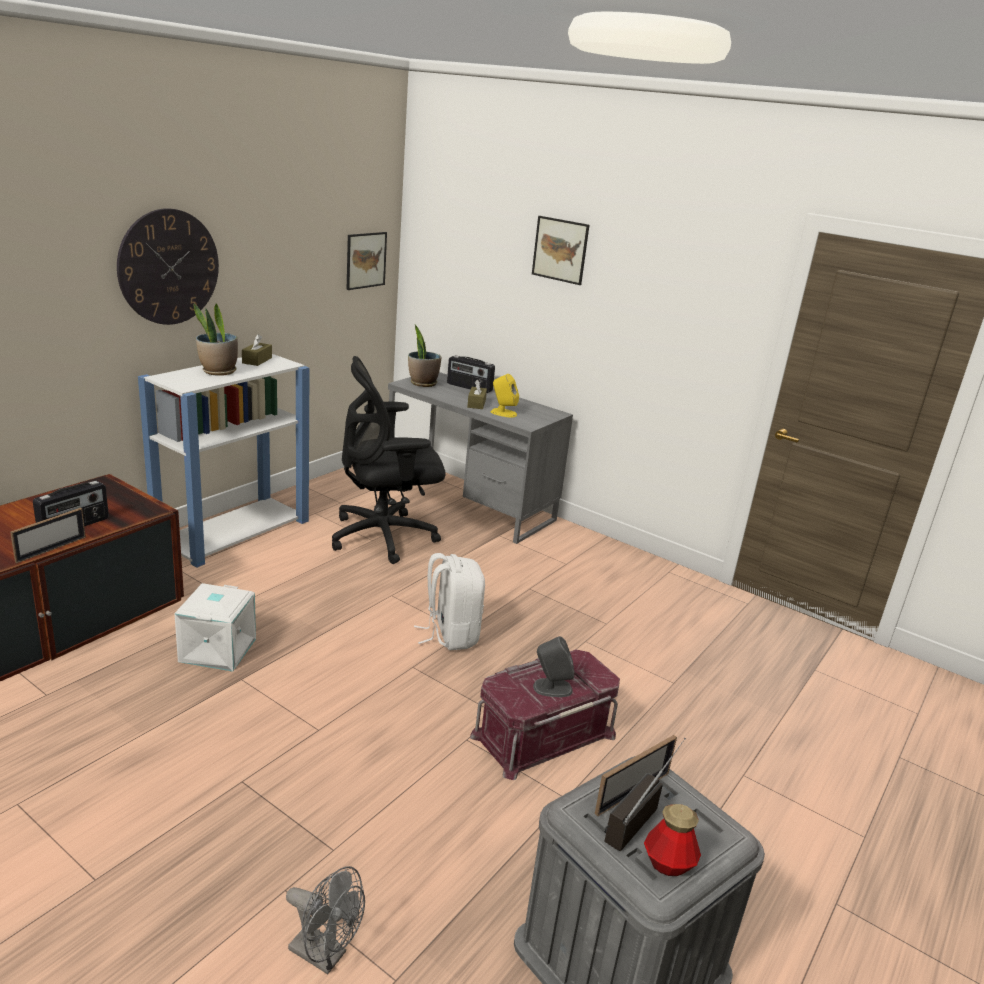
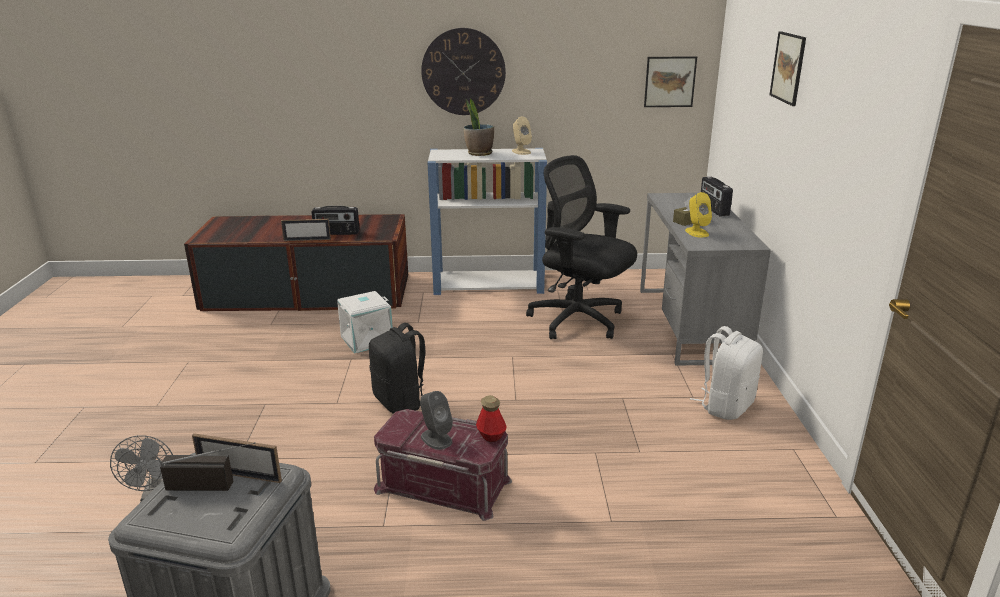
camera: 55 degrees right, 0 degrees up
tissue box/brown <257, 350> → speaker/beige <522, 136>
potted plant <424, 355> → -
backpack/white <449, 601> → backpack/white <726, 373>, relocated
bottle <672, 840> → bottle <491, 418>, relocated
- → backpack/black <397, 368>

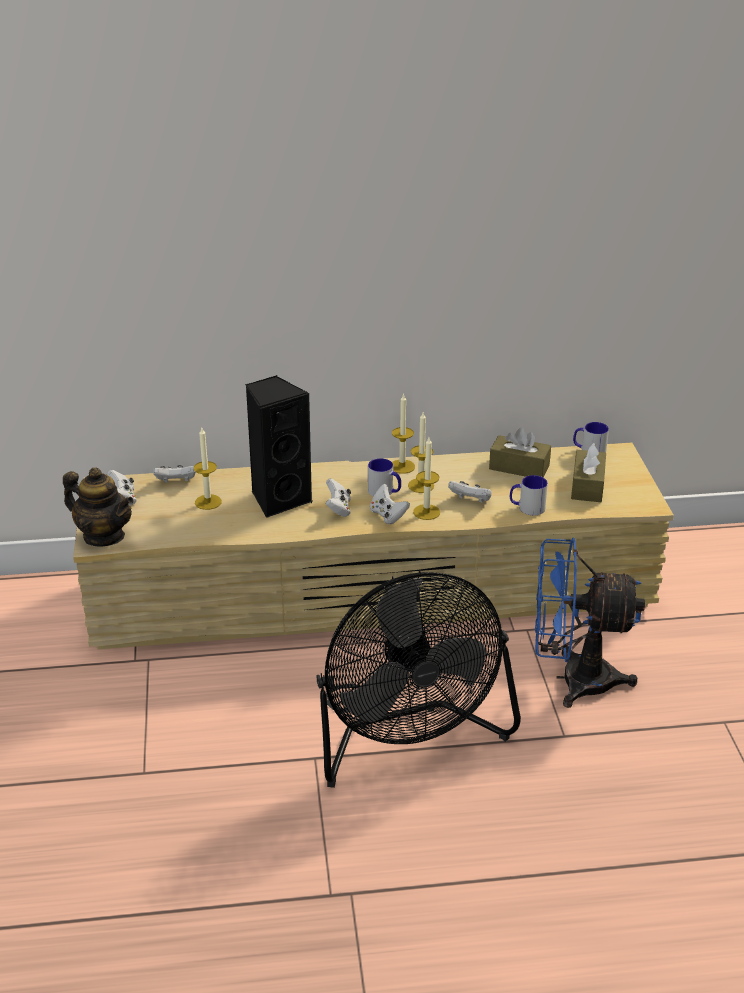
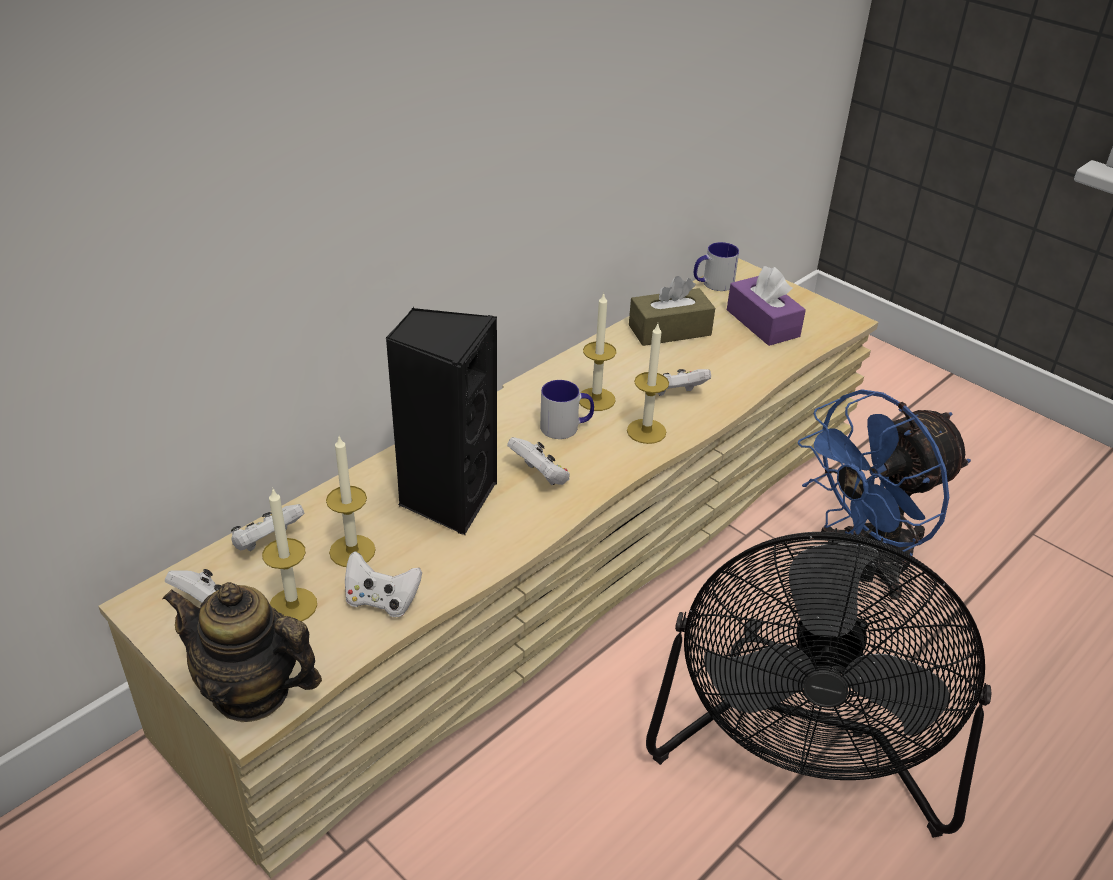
camera: 40 degrees left, 5 degrees up
teapot <98, 507> → teapot <242, 652>, 150 degrees counterclockwise
fan/black <418, 679> → fan/black <818, 683>, 75 degrees clockwise
game controller/white <390, 504> → game controller/white <383, 584>, relocated
candle <403, 433> → candle <289, 554>, relocated
mug <529, 495> → -
tissue box/brown <588, 472> → tissue box/purple <766, 306>

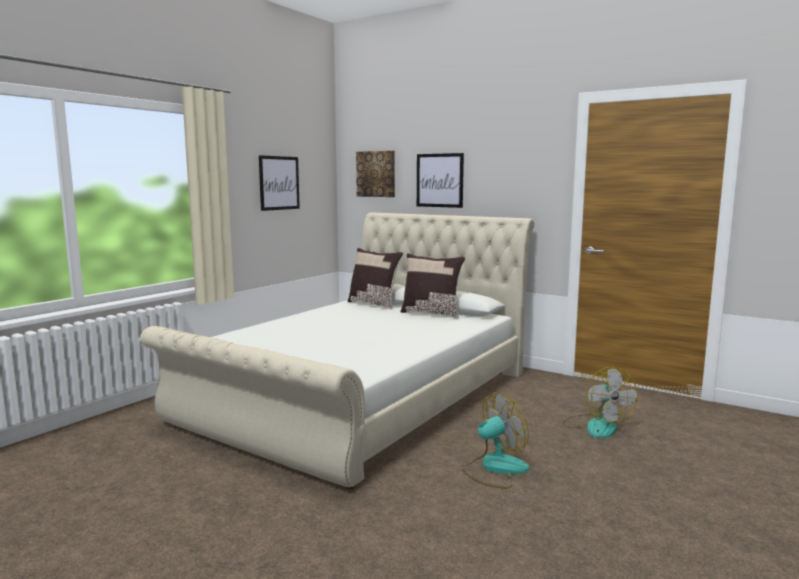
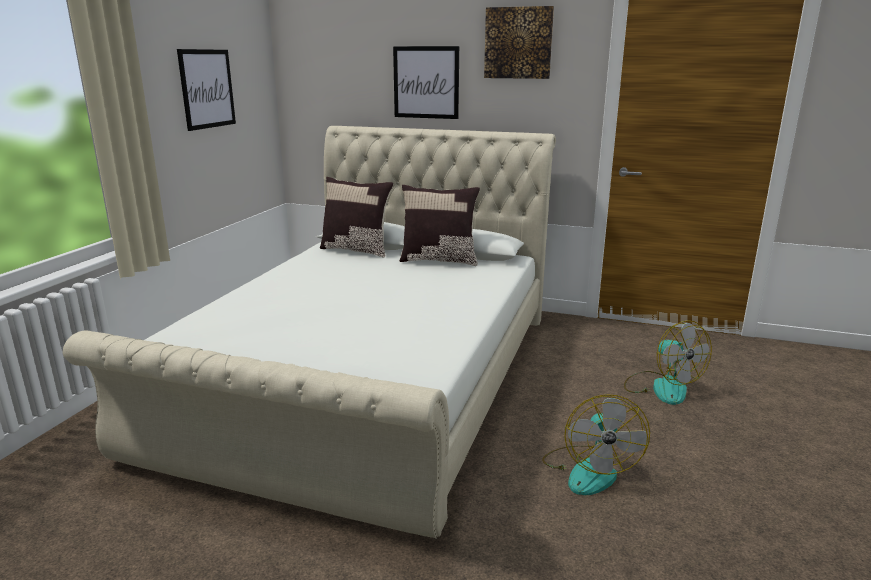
camera: 15 degrees left, 10 degrees up
picture <375, 174> → picture <519, 42>, relocated
fan <496, 440> → fan <596, 444>, 135 degrees clockwise

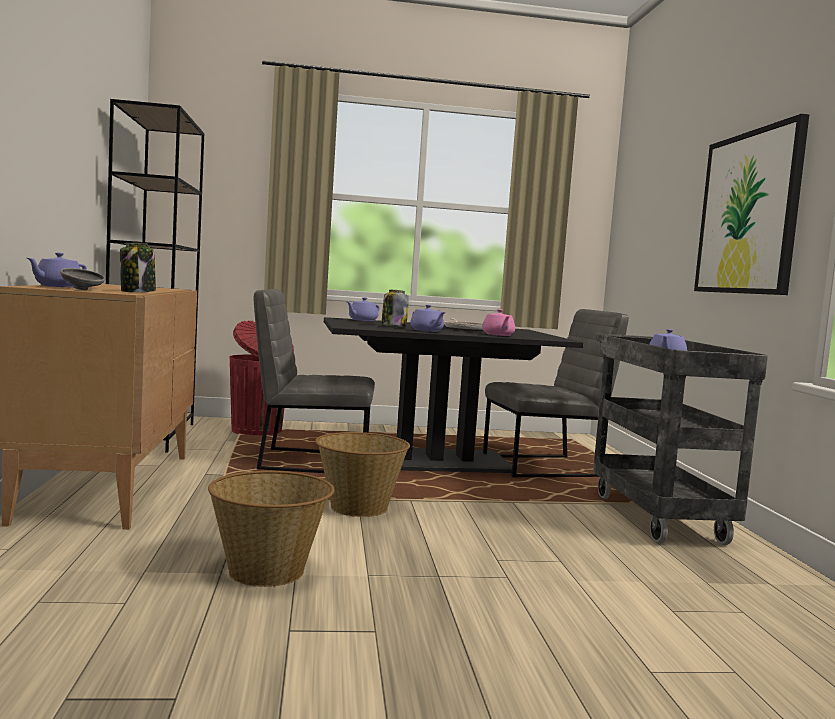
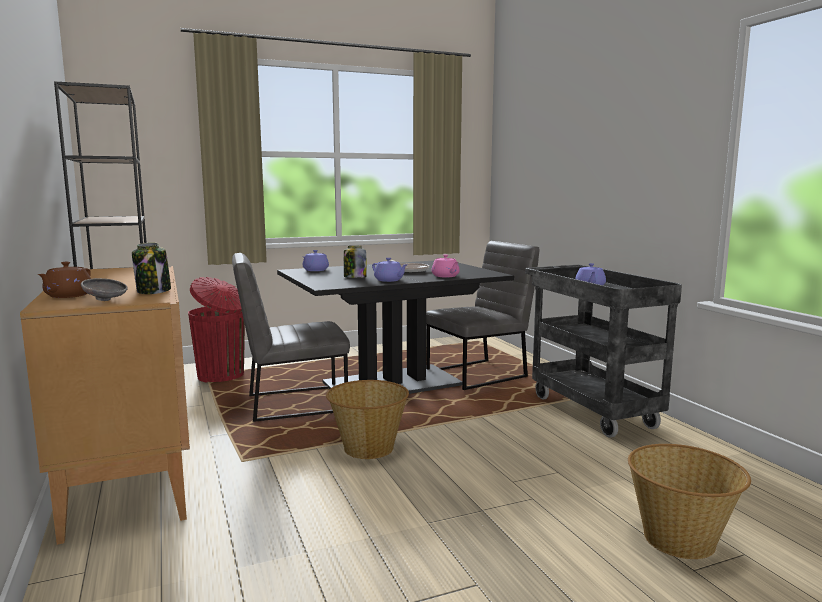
camera: 15 degrees left, 5 degrees up
teapot/purple <57, 270> → teapot/brown <64, 280>
basket <271, 529> → basket <689, 501>, relocated
picture <751, 204> → -

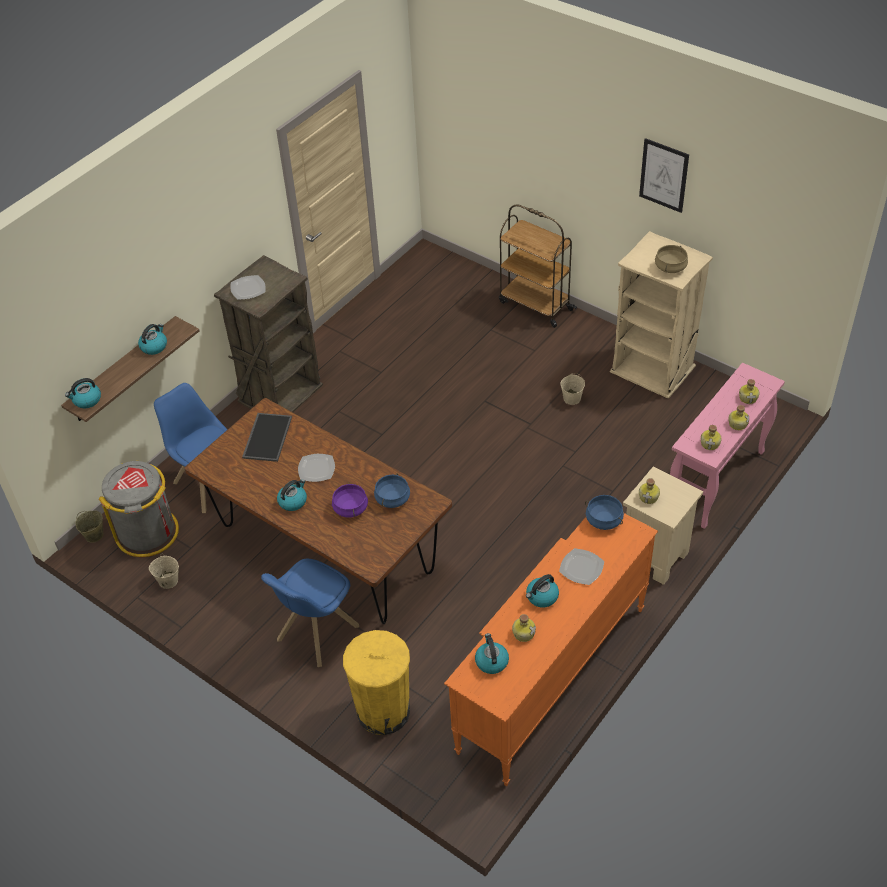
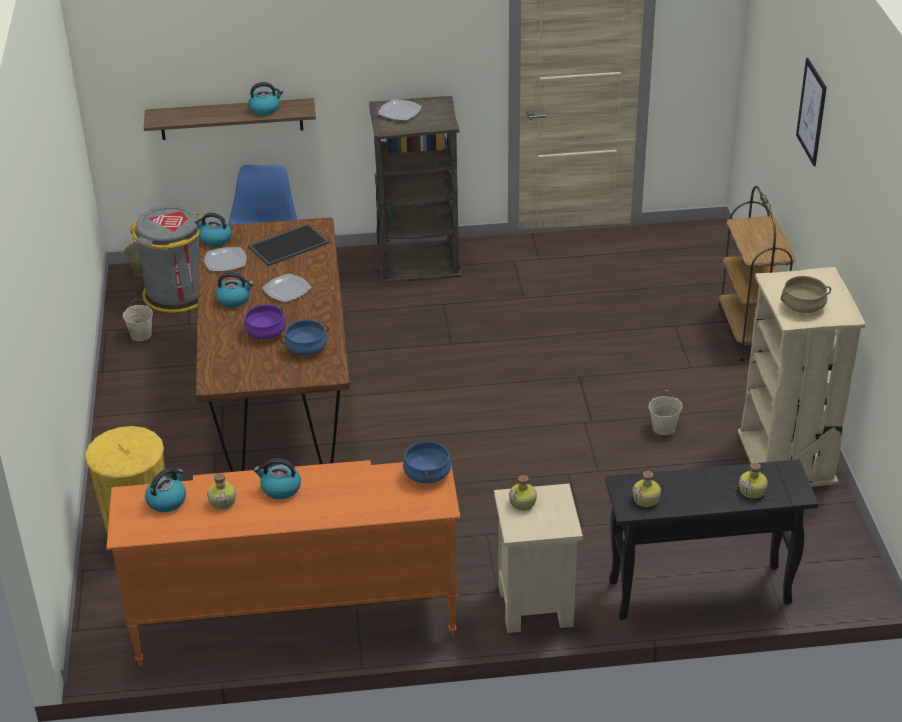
camera: 45 degrees right, 10 degrees down
kettle <83, 393> → kettle <213, 229>, relocated
chair/blue <310, 613> → -
plate <581, 566> → plate <225, 259>, relocated
picture <664, 175> → picture <811, 112>, relocated
console table/pink <727, 446> → console table/black <712, 539>
bottle <738, 417> → -

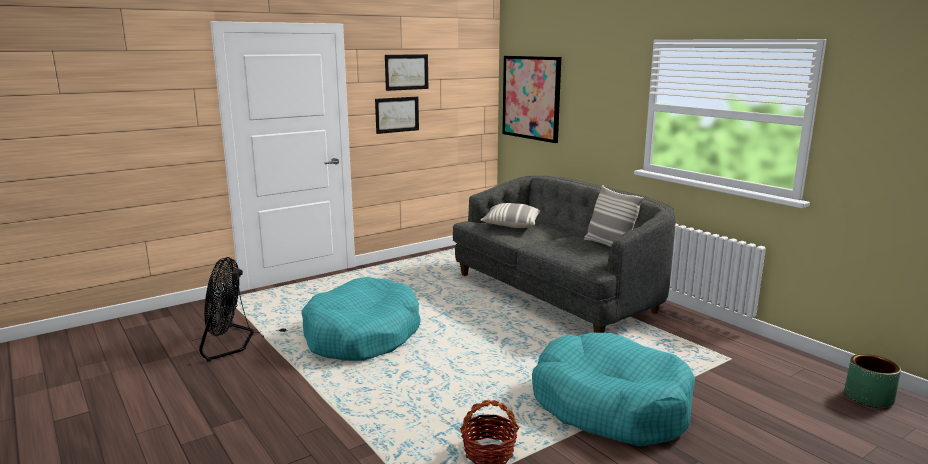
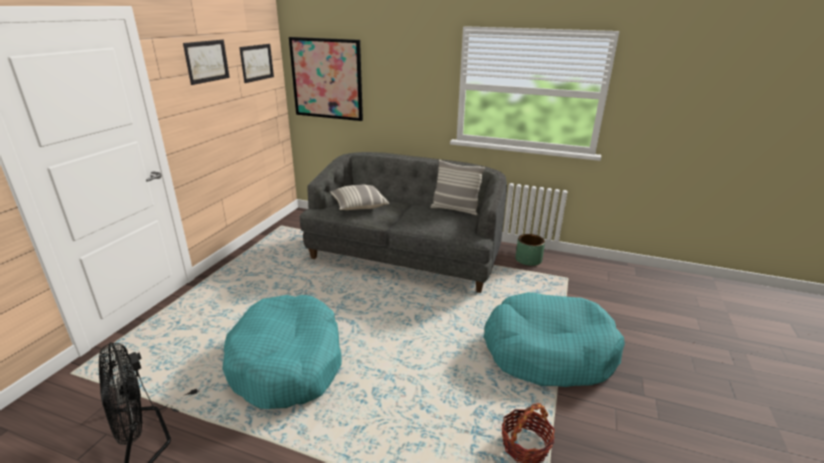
camera: 35 degrees left, 10 degrees up
picture <397, 115> → picture <256, 63>, relocated
planter/green <873, 381> → planter/green <530, 250>, relocated

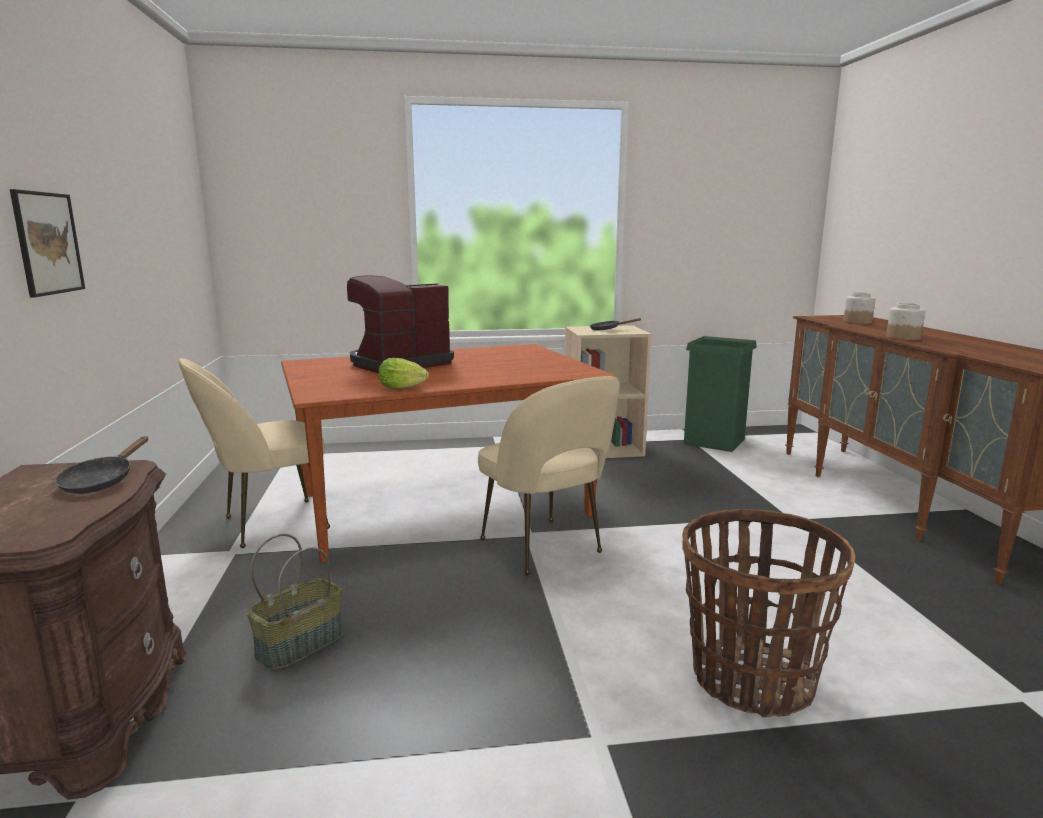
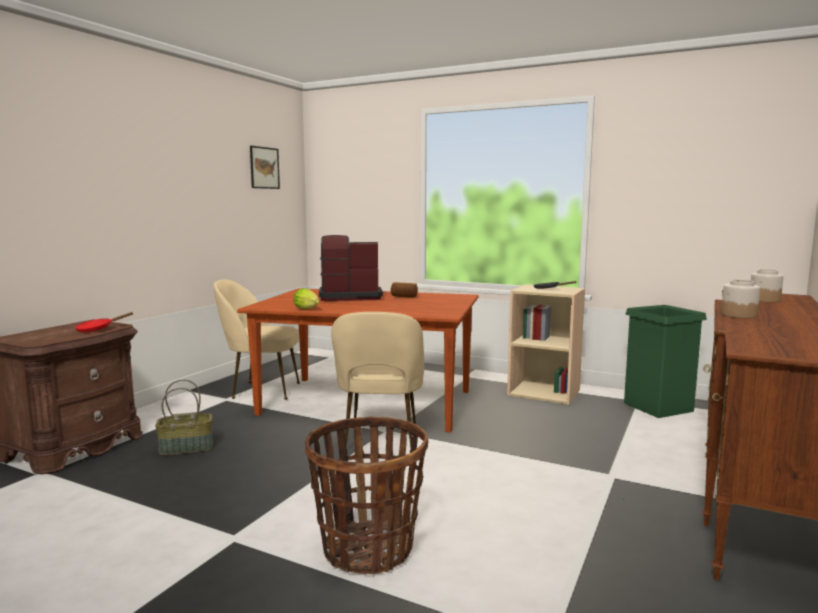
camera: 35 degrees right, 5 degrees down
picture <47, 243> → picture <265, 167>, relocated
frying pan/black <101, 465> → frying pan/red <104, 322>
- → bread <404, 289>

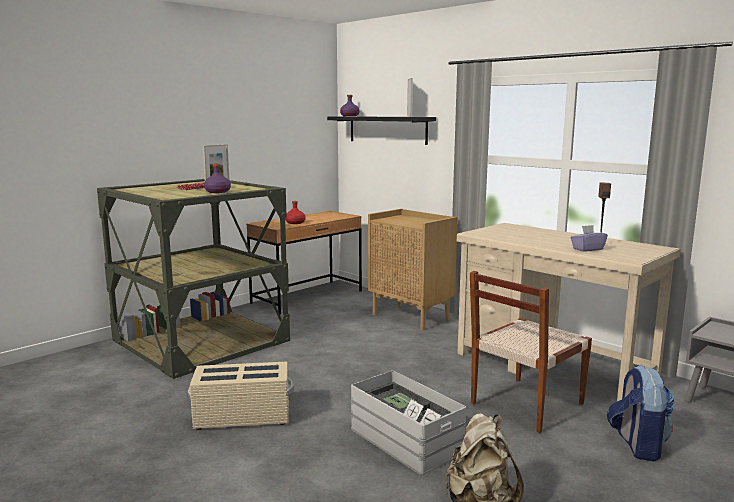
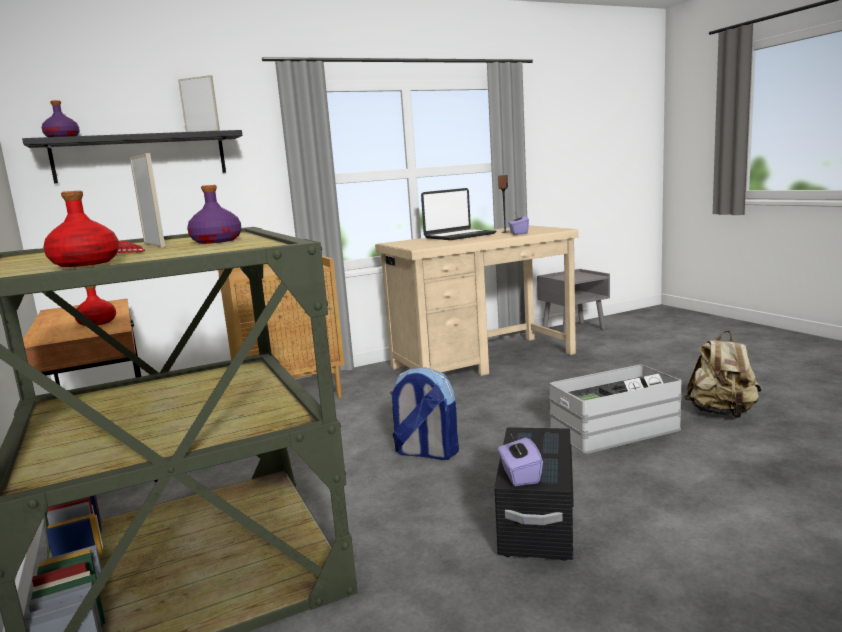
camera: 70 degrees left, 0 degrees up
storage box/beige <240, 396> → storage box/black <534, 494>
chair <531, 352> → -
backpack <641, 413> → backpack <424, 413>, relocated
- → bottle/red <81, 229>
- → laptop <458, 214>
- → tissue box/purple <520, 460>

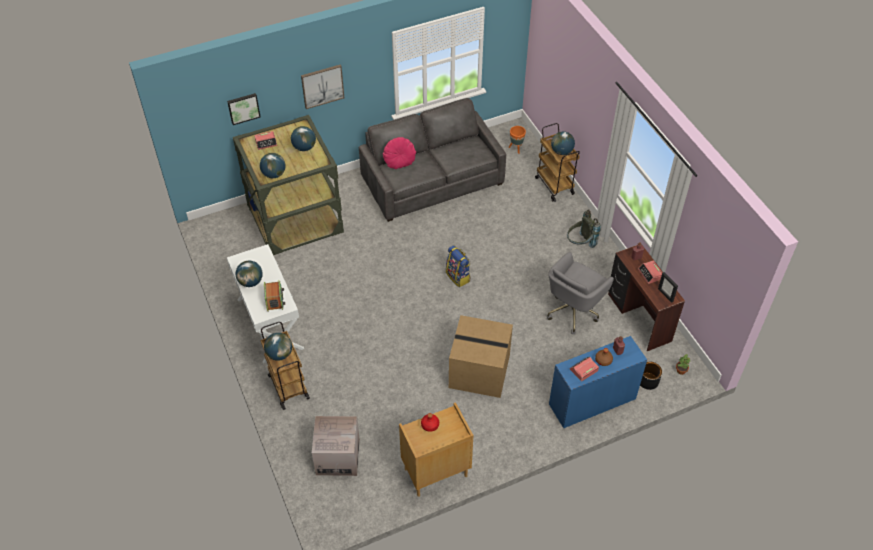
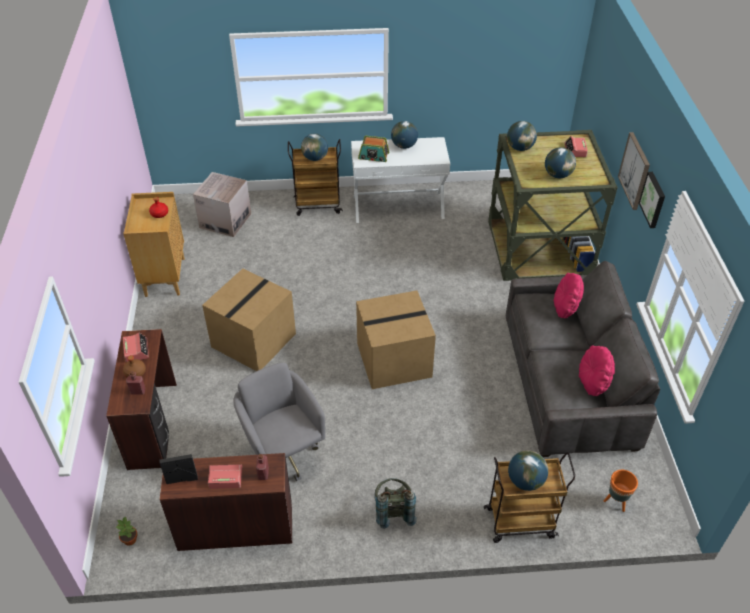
camera: 110 degrees right, 5 degrees down
picture <243, 109> → picture <652, 200>, relocated
backpack <458, 266> → cardboard box <396, 340>
desk/blue <598, 382> → desk/brown <141, 399>
planter/black <651, 376> → -
- → pillow/pink <597, 370>

